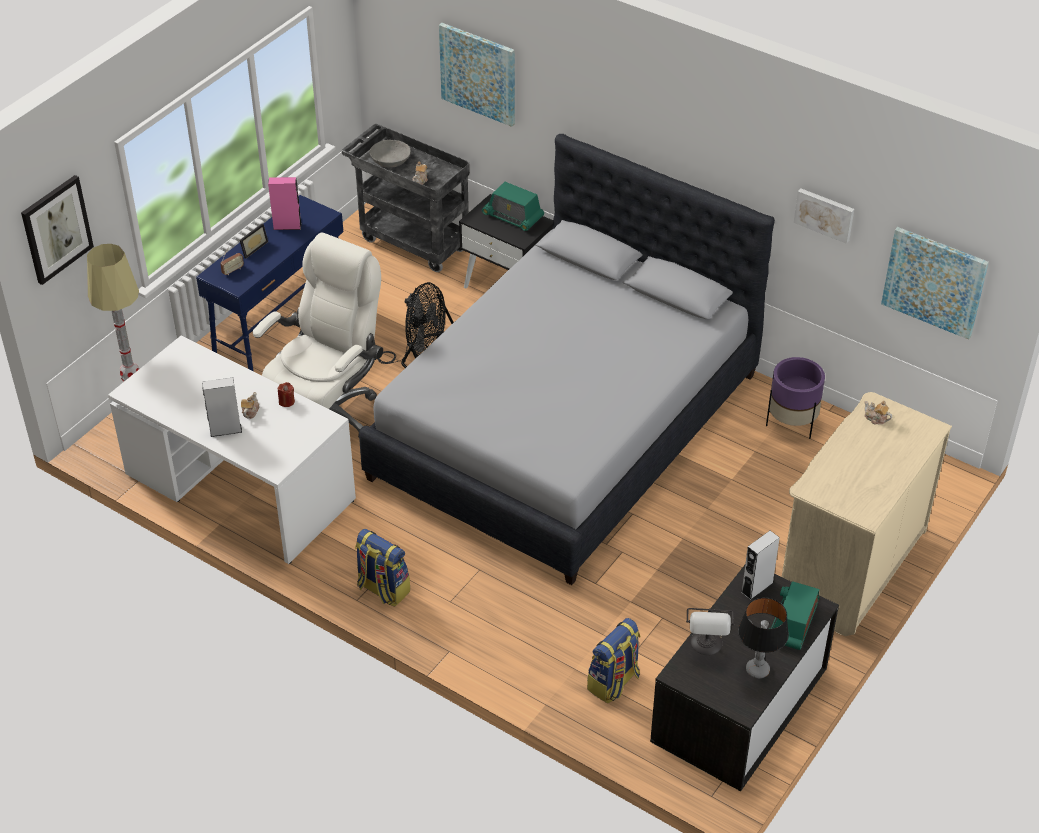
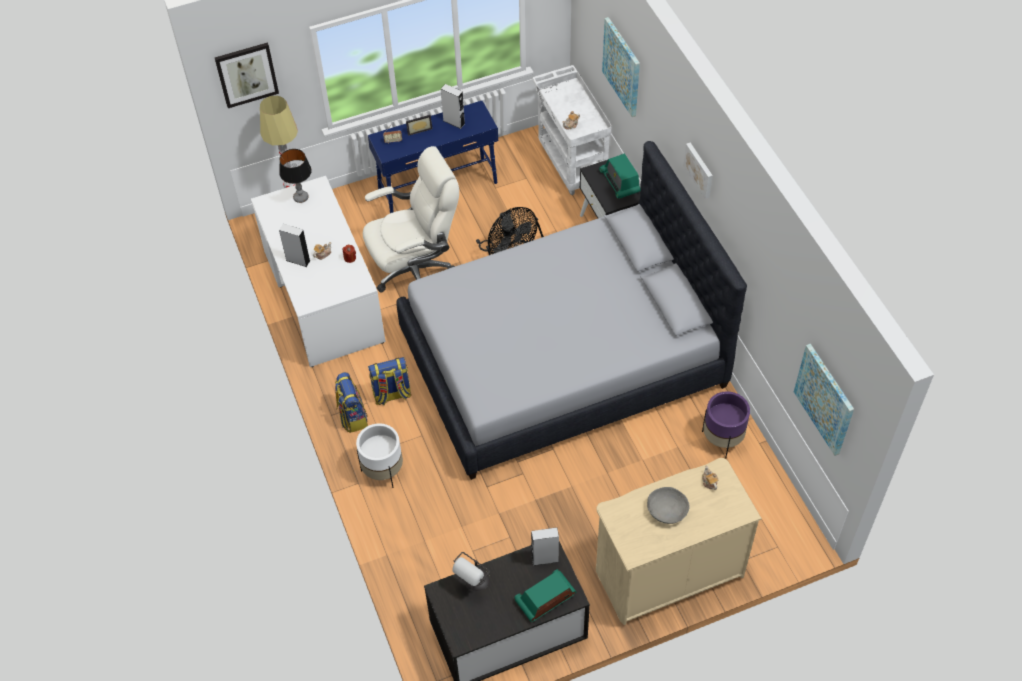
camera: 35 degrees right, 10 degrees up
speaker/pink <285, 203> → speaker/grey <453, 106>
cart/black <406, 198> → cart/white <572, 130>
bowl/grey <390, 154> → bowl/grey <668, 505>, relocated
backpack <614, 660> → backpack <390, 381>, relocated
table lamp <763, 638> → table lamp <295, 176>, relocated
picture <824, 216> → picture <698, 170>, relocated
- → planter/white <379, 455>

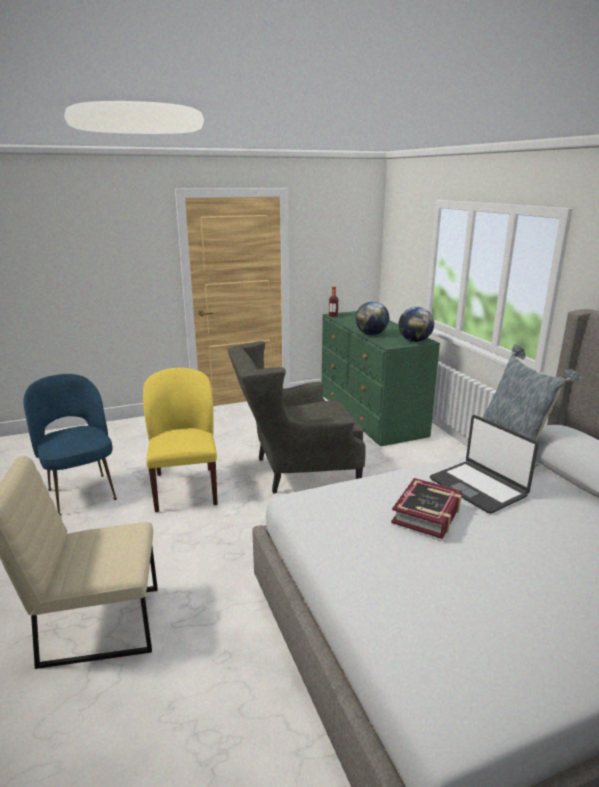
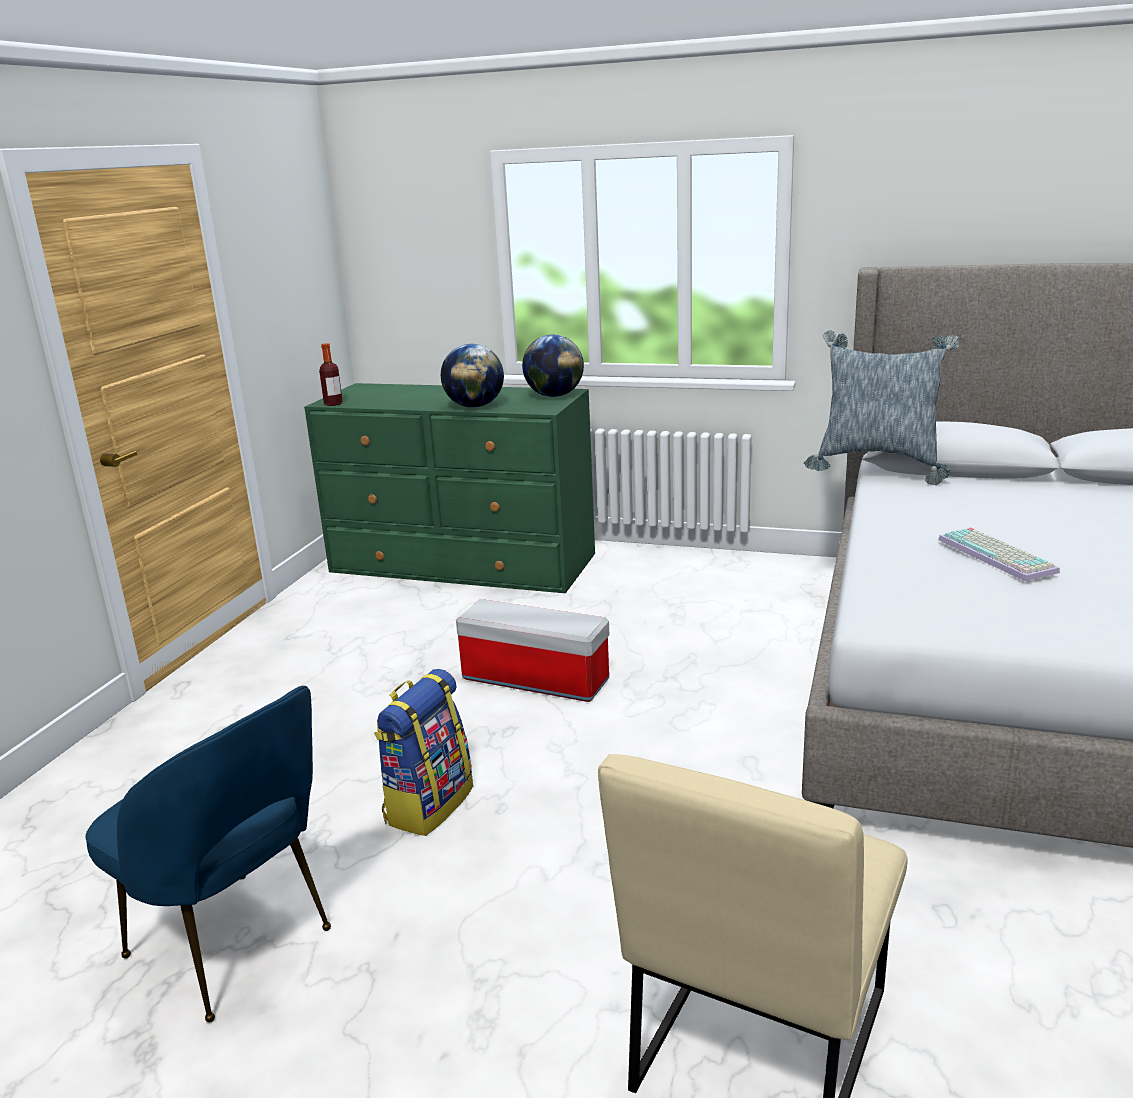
camera: 50 degrees left, 0 degrees up
chair/blue <70, 445> → chair/blue <208, 854>, 150 degrees counterclockwise
chair/yellow <180, 440> → backpack <423, 752>
armchair/grey <297, 417> → storage box <532, 650>
book <426, 508> → keyboard <999, 554>
laptop <484, 464> → -

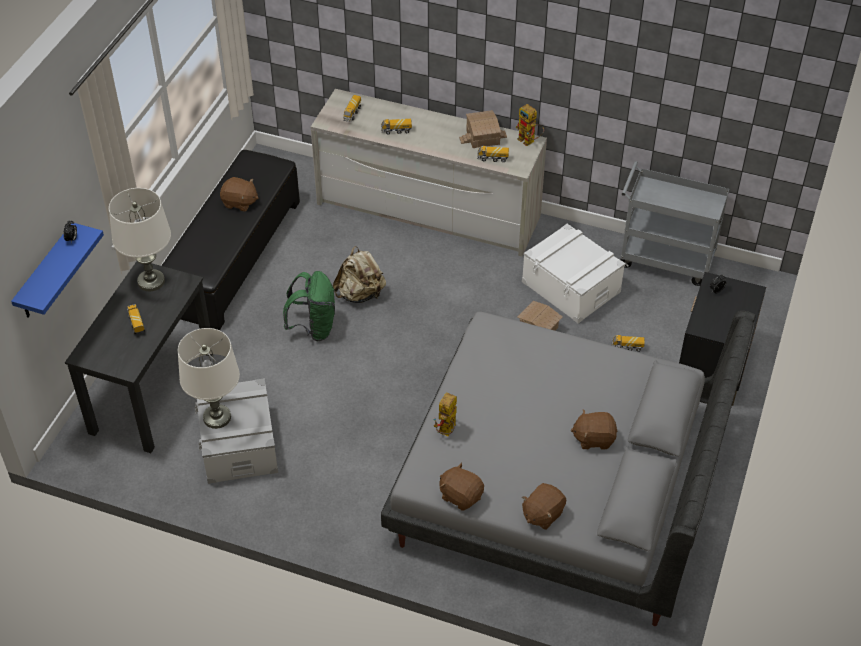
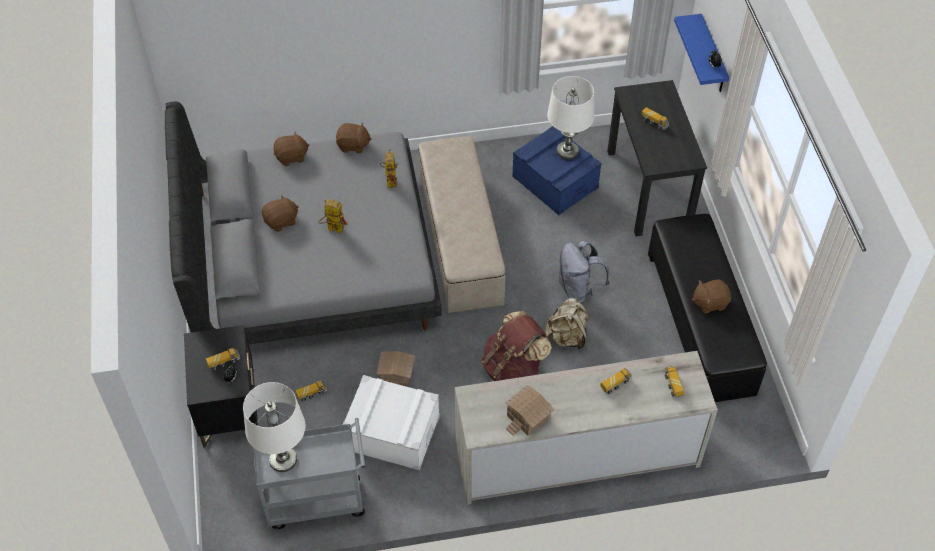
camera: 150 degrees right, 5 degrees up
table lamp/white <140, 239> → table lamp/white <274, 427>, relocated
storage box/grey <236, 431> → storage box/blue <557, 170>
backpack/green <309, 306> → backpack/grey <584, 271>
toy truck <493, 154> → toy truck <223, 359>, relocated
toy robot <530, 125> → toy robot <333, 216>, relocated
plush toy/brown <544, 506> → plush toy/brown <291, 149>, 60 degrees clockwise
- → bench/beige <461, 224>
- → backpack/brown <516, 346>

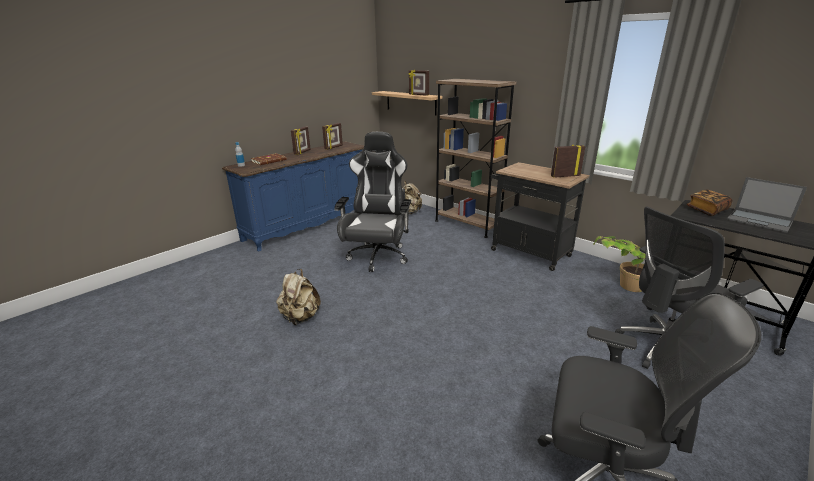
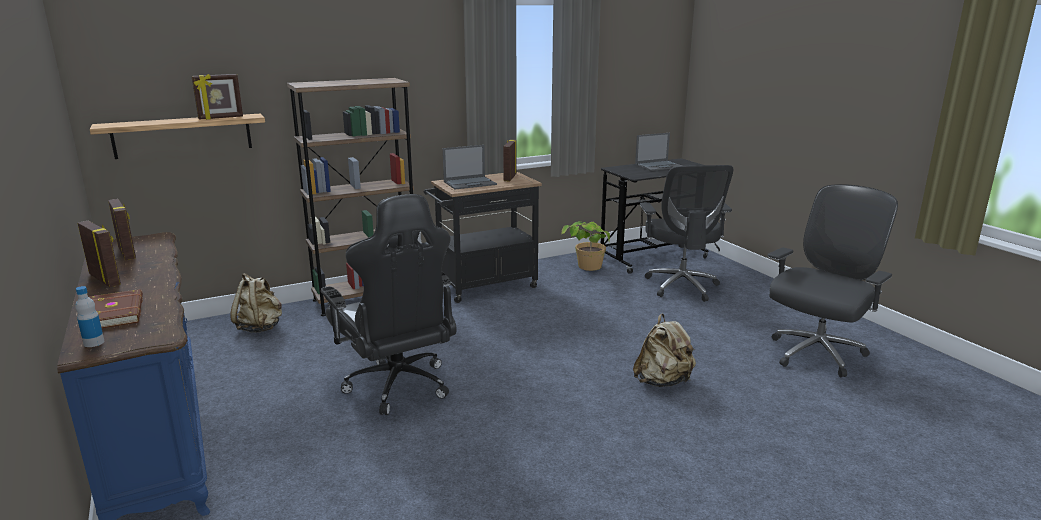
camera: 70 degrees left, 5 degrees down
backpack/beige <298, 297> → backpack/beige <664, 350>, relocated
office chair/black <372, 202> → office chair/black <389, 304>, 150 degrees counterclockwise
book <709, 202> → -
- → laptop <470, 167>

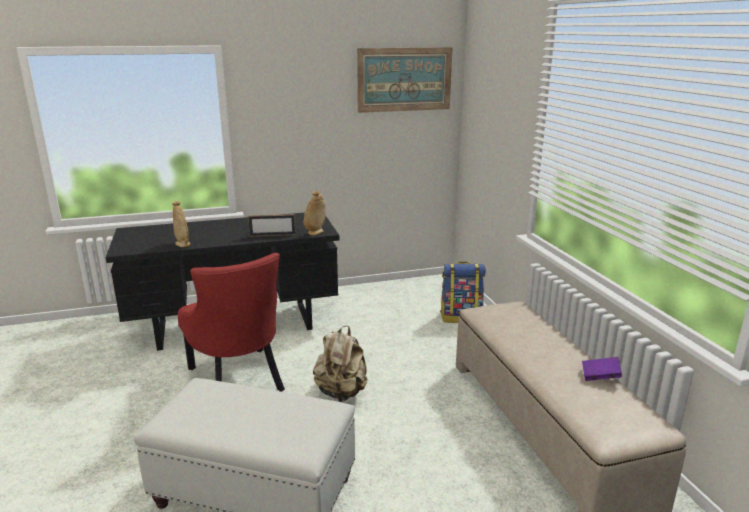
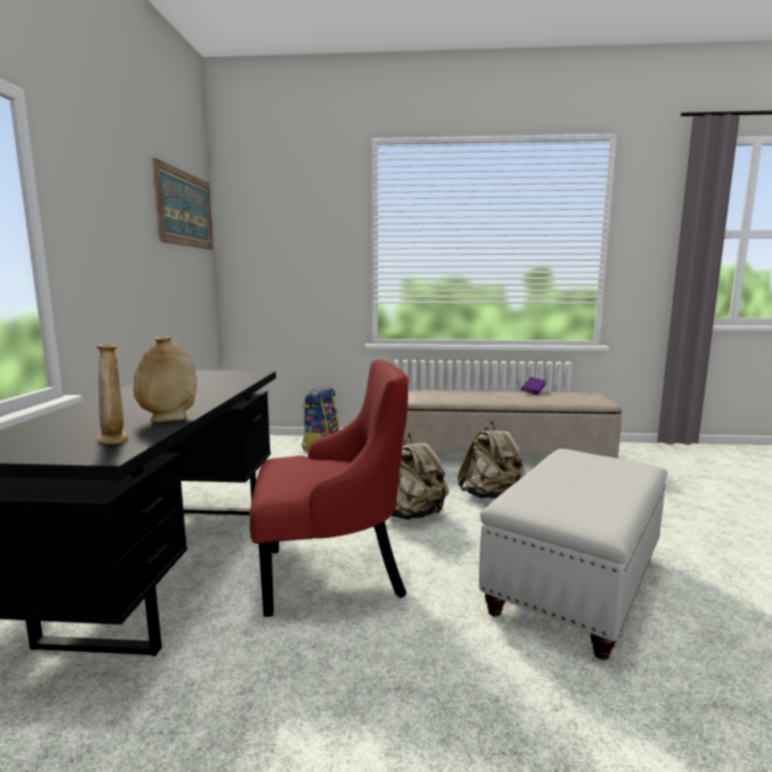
camera: 70 degrees left, 10 degrees down
picture frame <272, 225> → -
vase/beige <314, 213> → vase/beige <112, 394>, relocated
- → backpack/beige <492, 460>

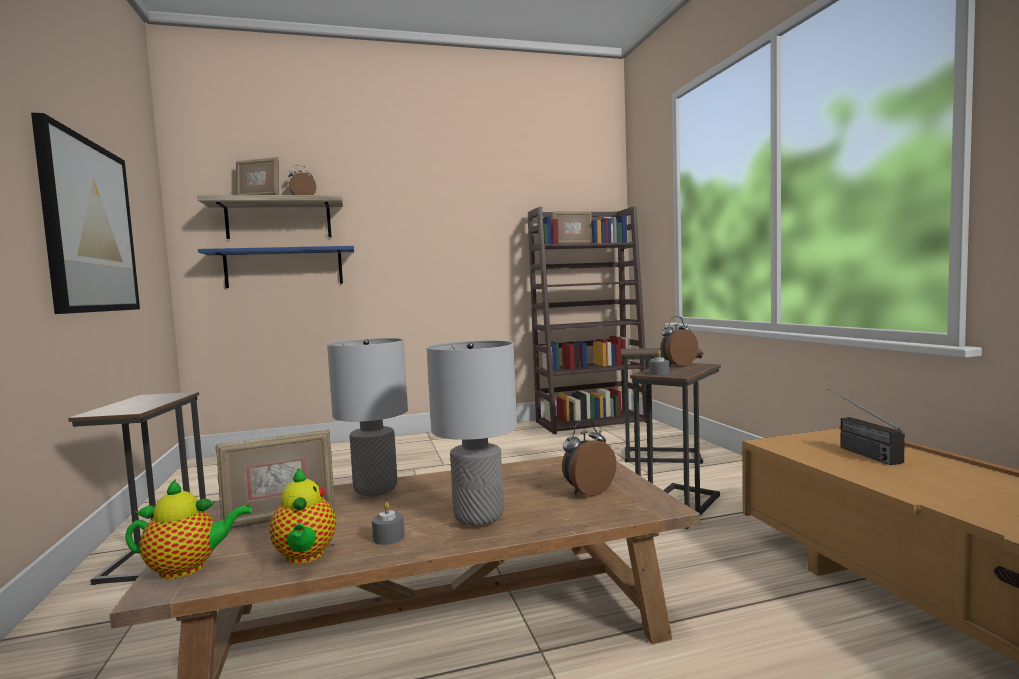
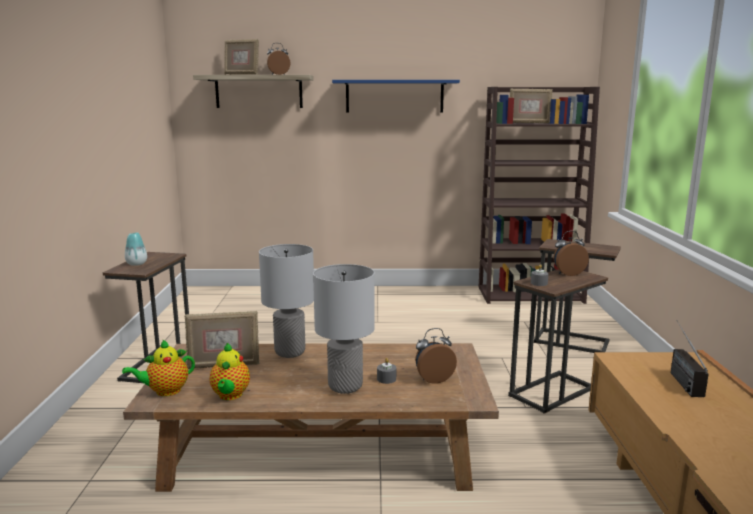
camera: 15 degrees right, 10 degrees up
picture <85, 213> → -
teapot <188, 529> → teapot <158, 367>, 150 degrees clockwise
shelf/blue <276, 267> → shelf/blue <396, 96>, relocated
candle/grey <388, 523> → candle/grey <386, 371>, relocated
- → vase <136, 249>

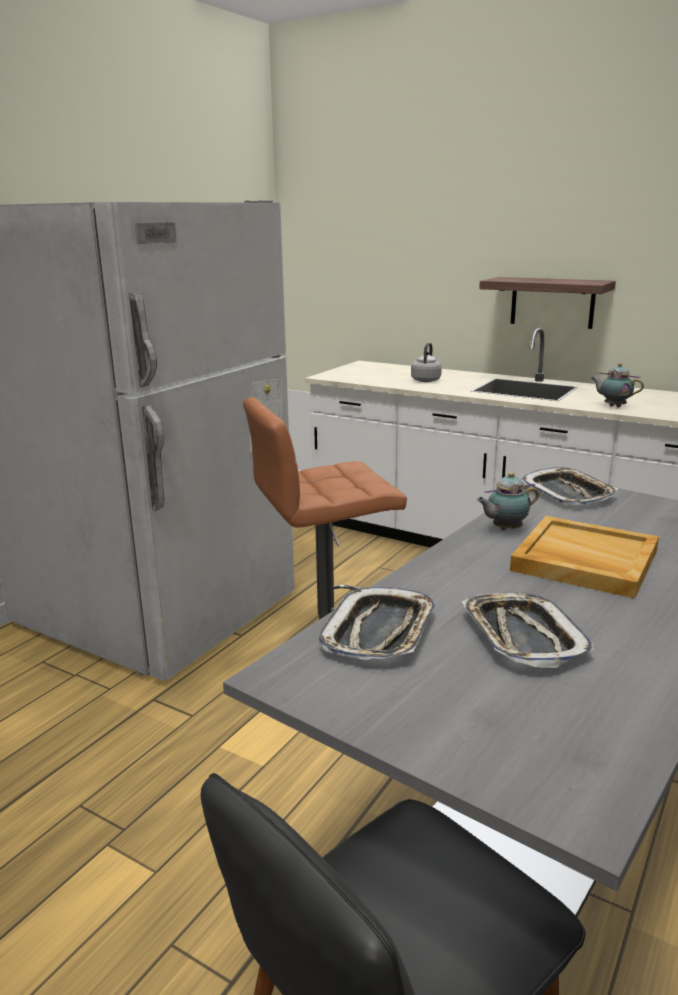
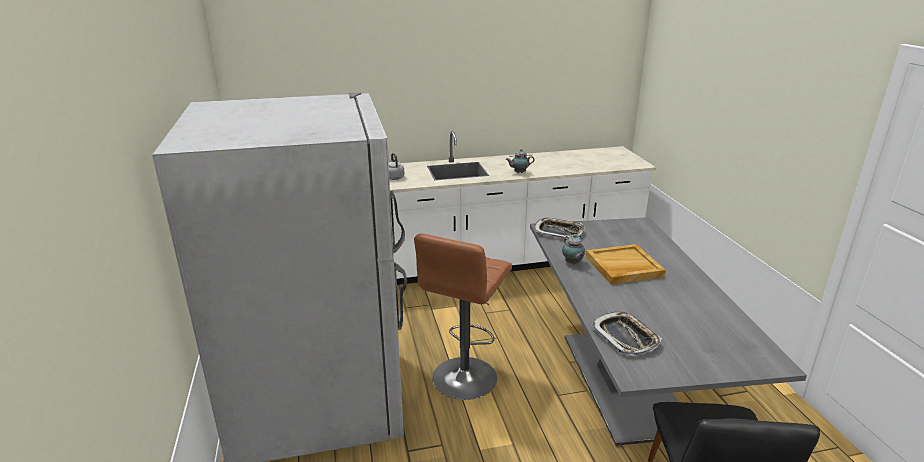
camera: 45 degrees left, 5 degrees up
tray <528, 630> → -
teapot <508, 501> → teapot <574, 249>, 45 degrees counterclockwise
shelf <547, 303> → -

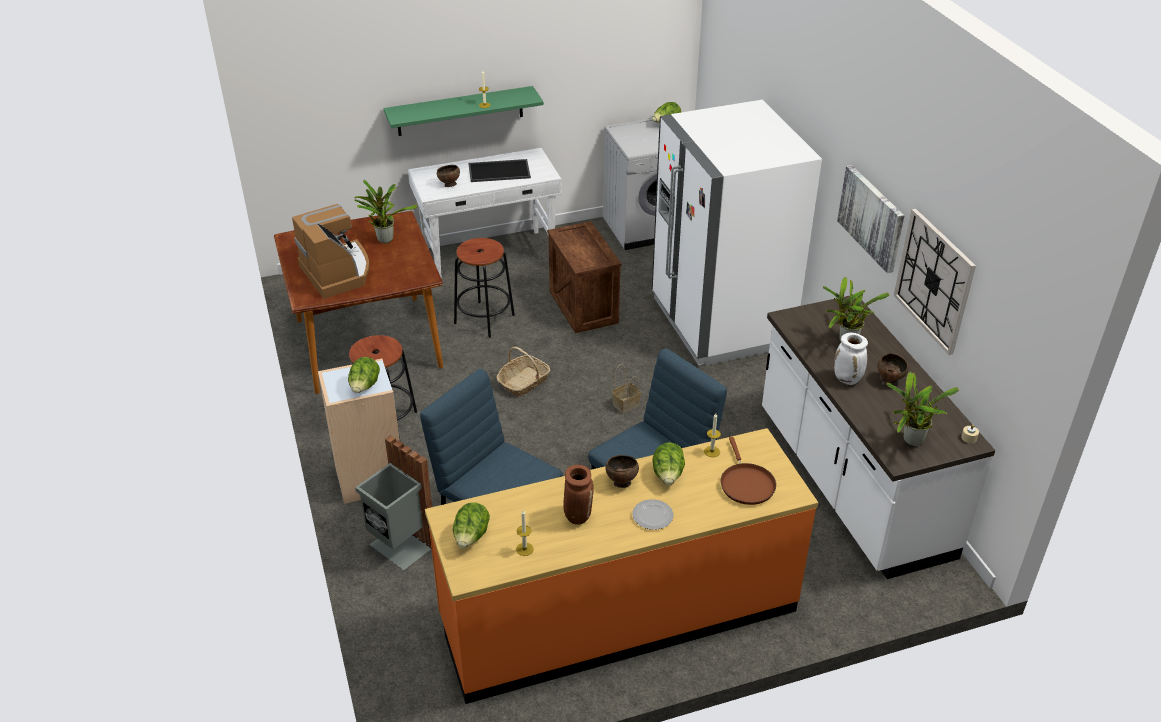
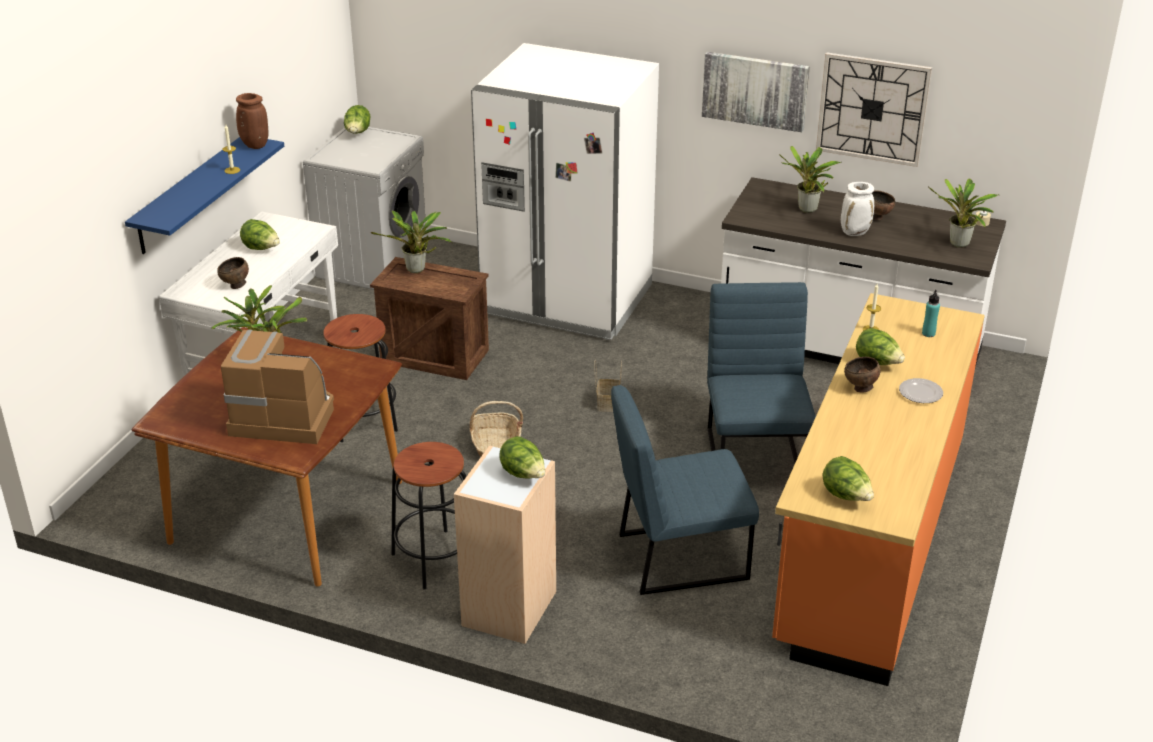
camera: 50 degrees left, 5 degrees down
trash can/grey <393, 502> → -
shelf/green <463, 111> → shelf/blue <204, 195>
tray <499, 170> → lettuce <260, 234>
candle <525, 533> → -
vase/brown <578, 495> → vase/brown <252, 121>, relocated
frying pan/brown <748, 471> → bottle/turquoise <931, 313>
- → potted plant <411, 241>

